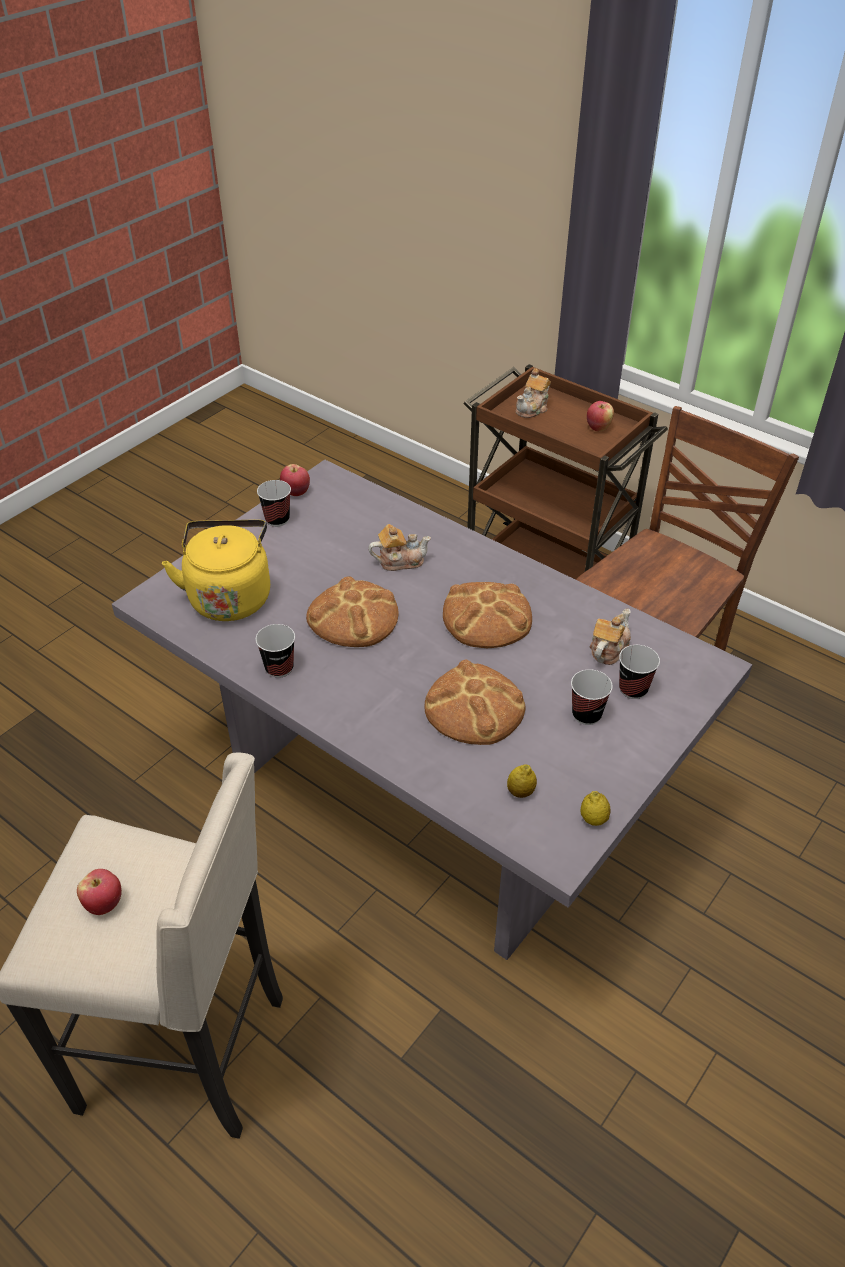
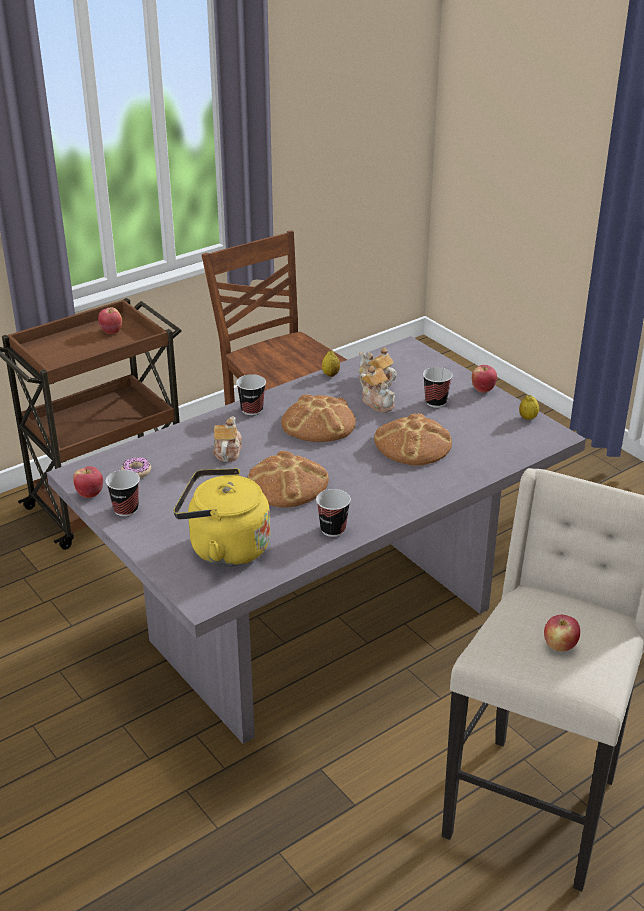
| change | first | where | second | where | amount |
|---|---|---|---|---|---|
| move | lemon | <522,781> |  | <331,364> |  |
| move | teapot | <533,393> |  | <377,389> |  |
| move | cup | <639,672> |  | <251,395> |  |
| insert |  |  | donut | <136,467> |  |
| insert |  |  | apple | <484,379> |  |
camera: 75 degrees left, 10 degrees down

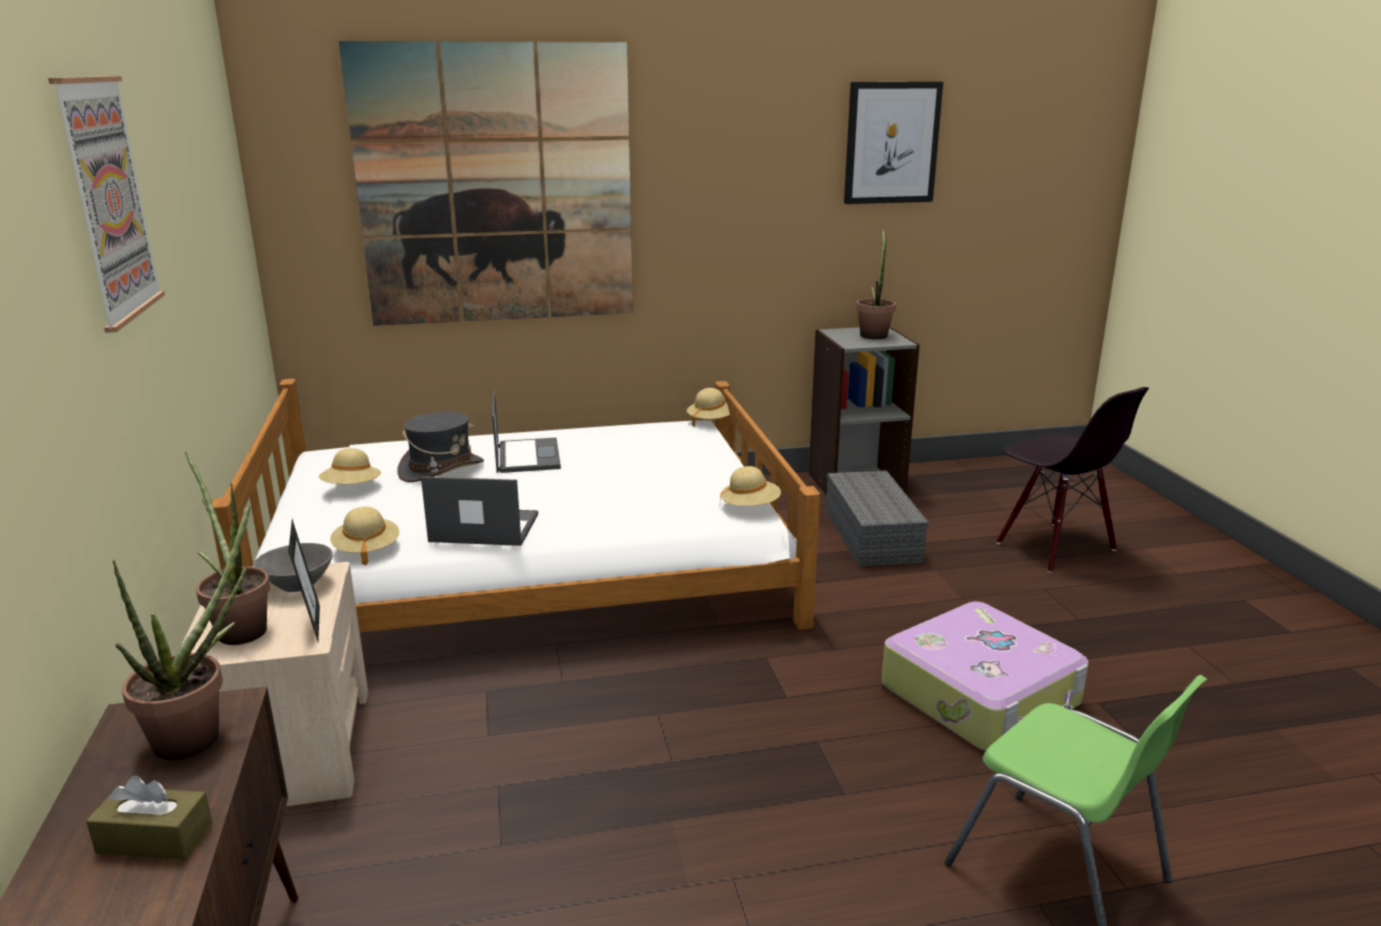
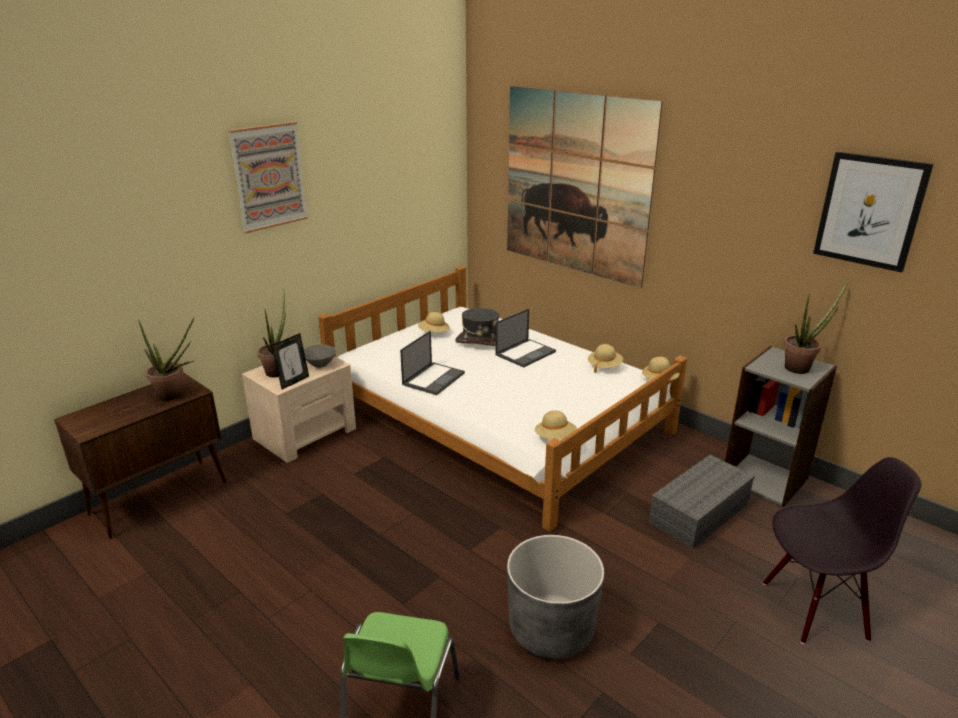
| change | first | where | second | where | amount |
|---|---|---|---|---|---|
| delete | brown tissue box | <149,817> |  |  |  |
| move | beige hat | <364,536> |  | <605,358> |  |
| rotate | laptop | <479,511> |  | <432,362> | 60 degrees clockwise |
| replace | suitcase | <985,676> | grey planter | <555,597> |  |
| rotate | black chair | <1072,480> |  | <842,550> | 120 degrees counterclockwise |
camera: 55 degrees right, 5 degrees up

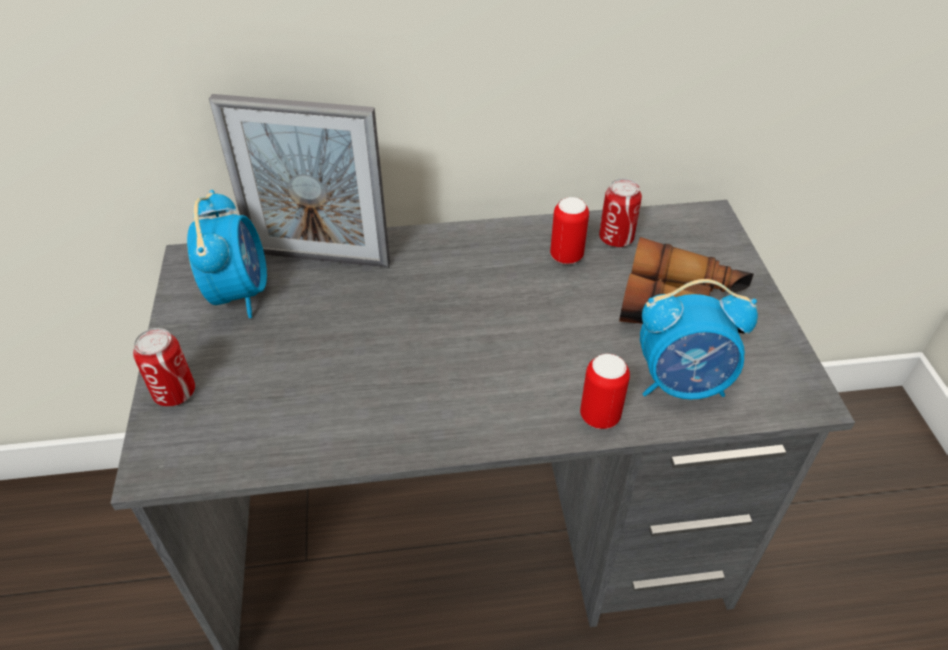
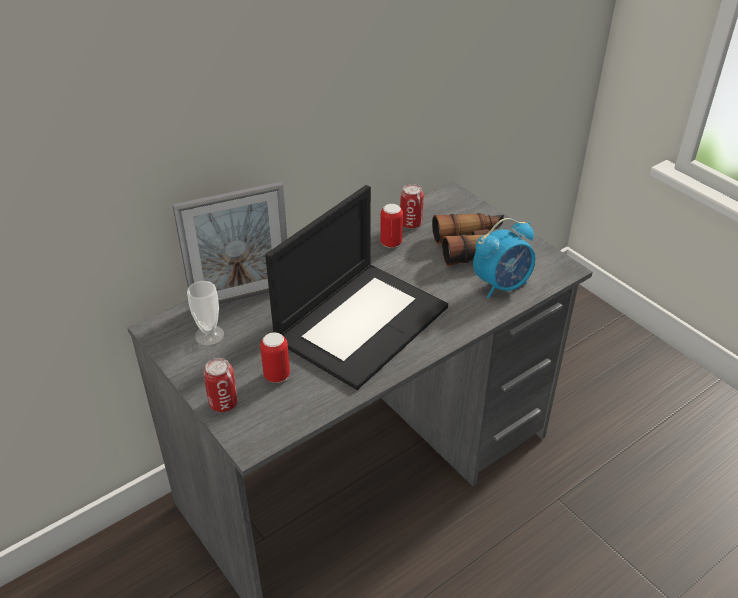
| change | first | where | second | where | amount |
|---|---|---|---|---|---|
| replace | alarm clock | <227,254> | cup | <205,313> |  |
| move | can | <605,392> |  | <275,357> |  |
| insert |  |  | laptop | <356,287> |  |
camera: 30 degrees left, 5 degrees down

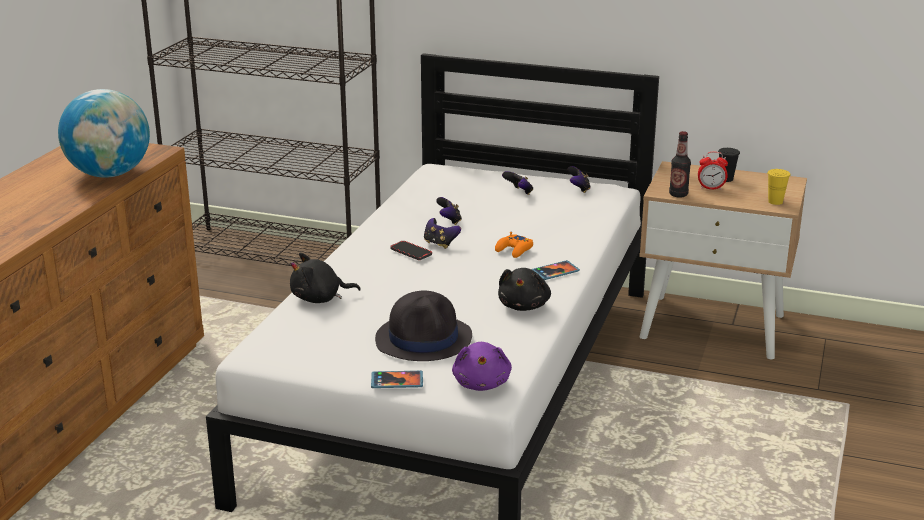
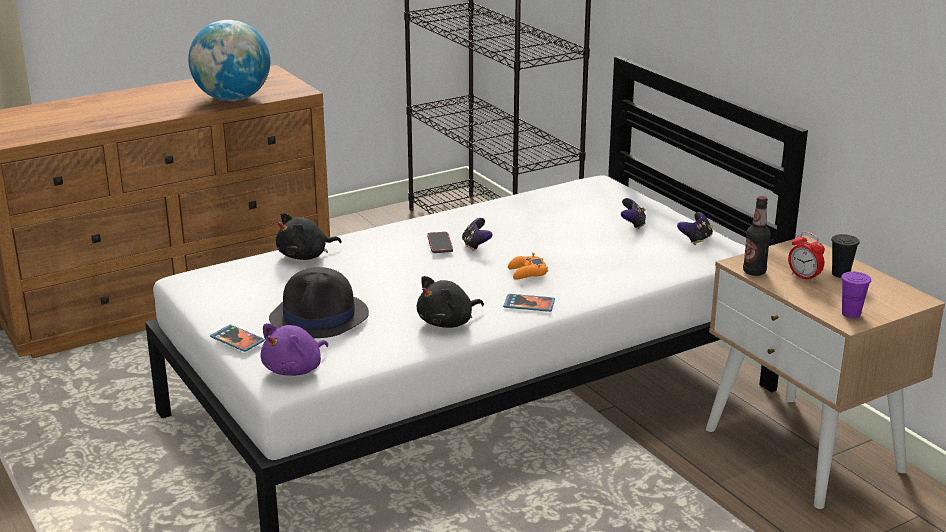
| change | first | where | second | where | amount |
|---|---|---|---|---|---|
| rotate | black plush toy | <325,278> |  | <309,236> | 60 degrees counterclockwise |
| delete | game controller | <449,211> |  |  |  |
| recolor | yellow cup | <778,187> | purple cup | <856,295> |  |
camera: 40 degrees right, 0 degrees up

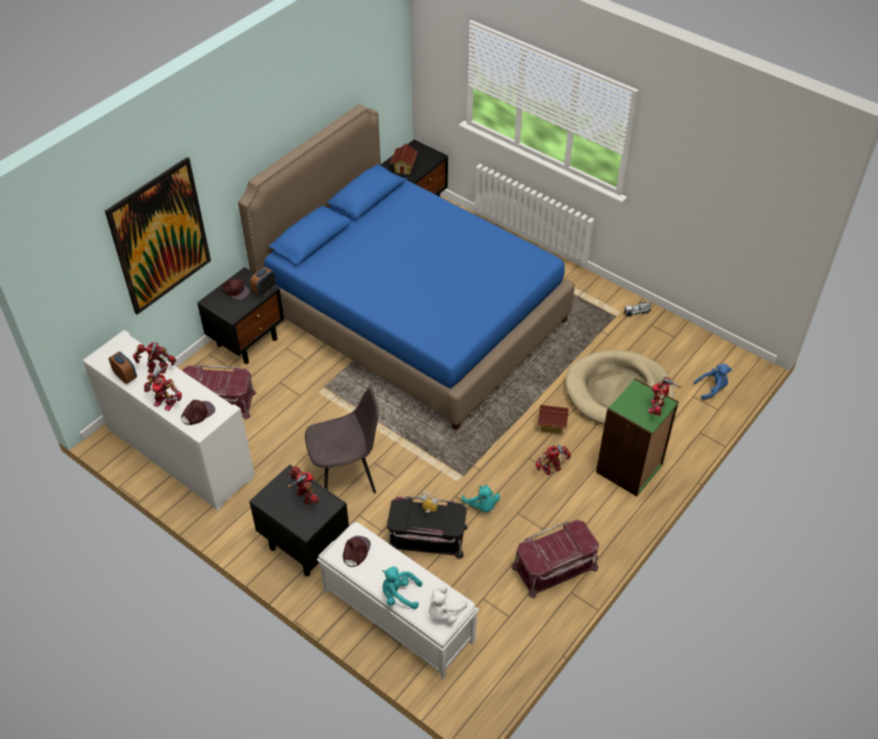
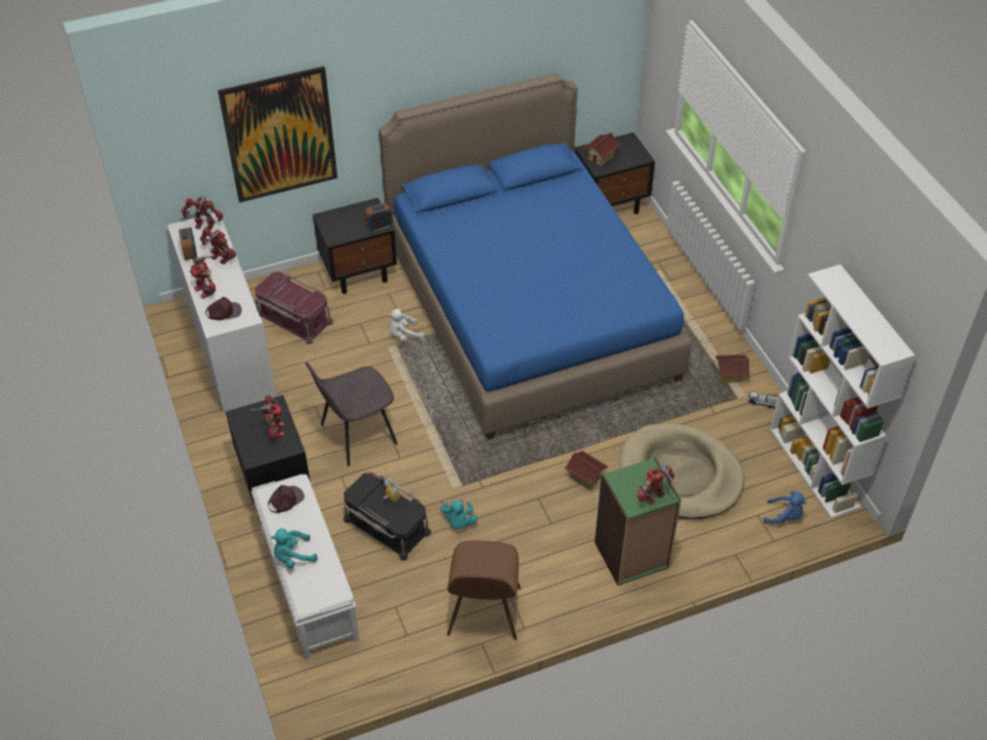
| change | first | where | second | where | amount |
|---|---|---|---|---|---|
| delete | brown cap | <236,289> |  |  |  |
| rotate | grey chair | <342,440> |  | <351,414> | 135 degrees clockwise |
| rotate | turquoise plush toy | <402,588> |  | <294,548> | 60 degrees counterclockwise |
| move | white plush toy | <448,605> |  | <406,325> |  |
| replace | red storage box | <555,559> | brown chair | <484,590> |  |
| move | toy robot | <553,459> |  | <202,213> |  |
| insert |  |  | toy house | <732,369> |  |
| insert |  |  | white bookcase | <842,391> |  |
camera: 30 degrees right, 0 degrees up

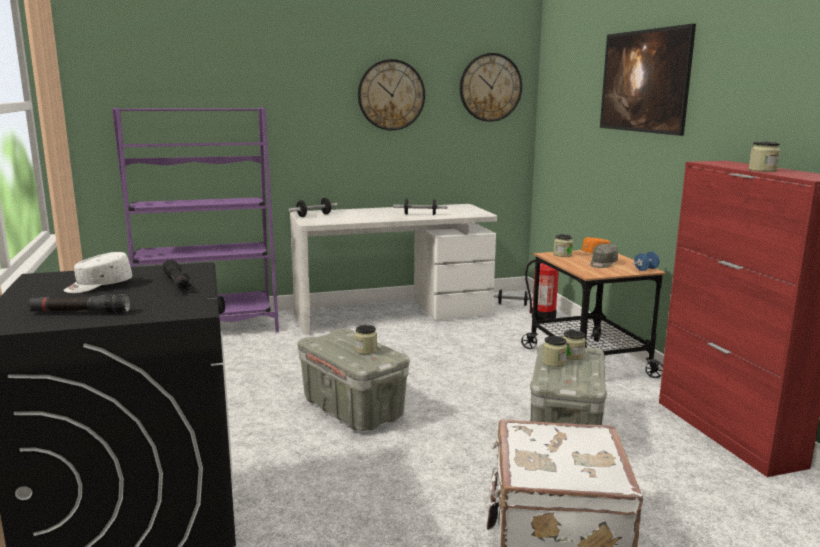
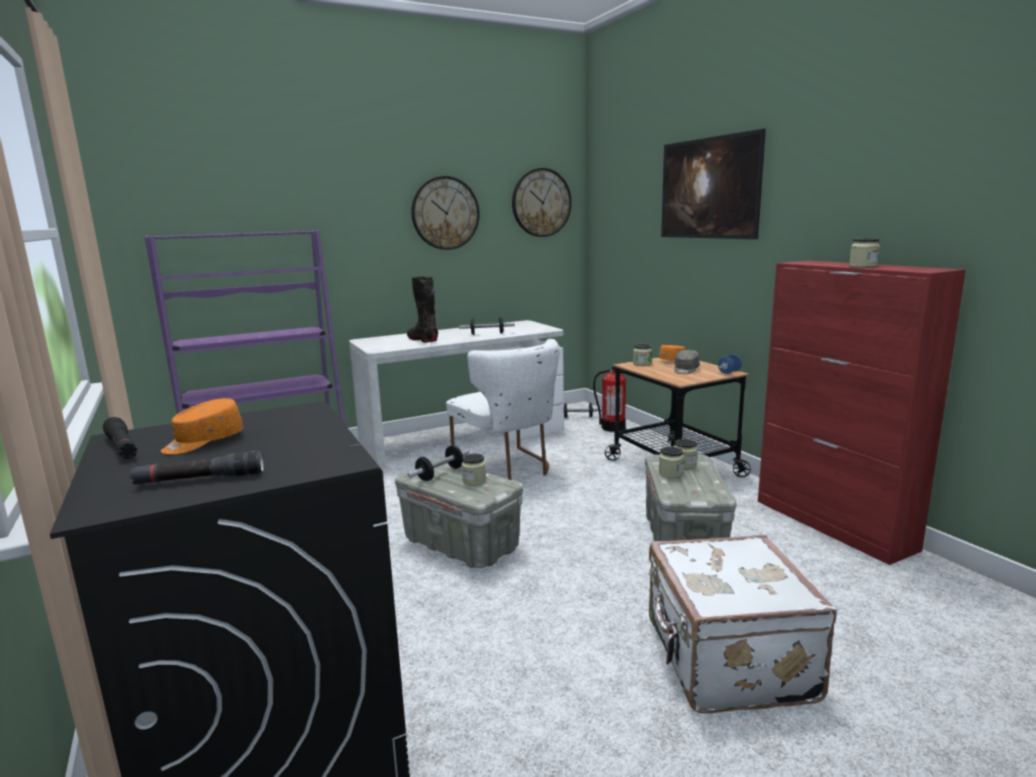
| change | first | where | second | where | amount |
|---|---|---|---|---|---|
| recolor | white cap | <97,272> | orange cap | <201,426> |  |
| move | black flashlight | <176,276> |  | <120,438> |  |
| move | dumbbell | <313,207> |  | <438,463> |  |
| insert |  |  | black boot | <422,309> |  |
| insert |  |  | white chair | <503,409> |  |
camera: 10 degrees left, 0 degrees up

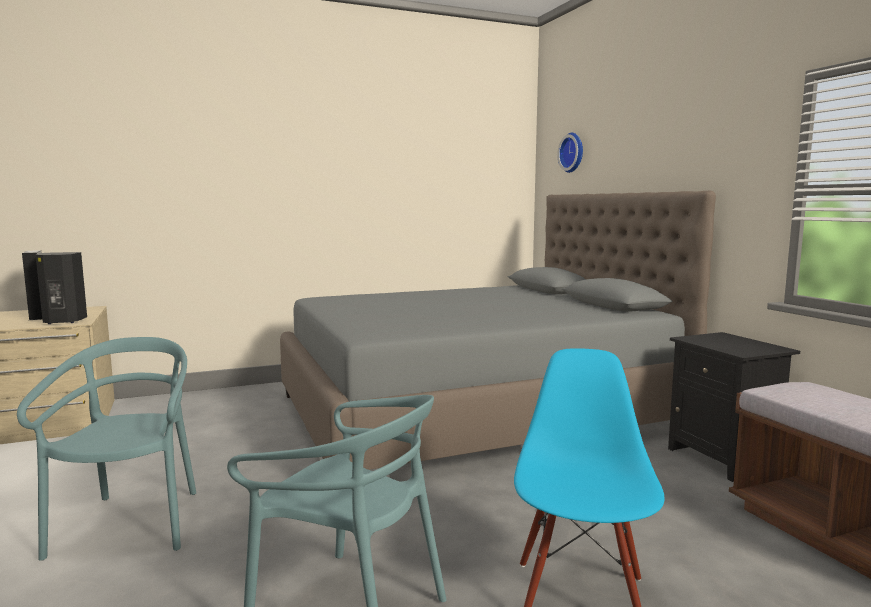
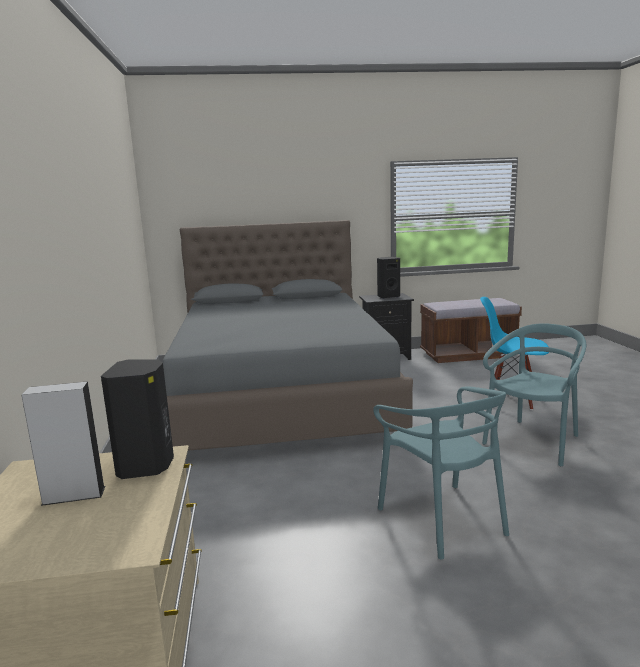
| change | first | where | second | where | amount |
|---|---|---|---|---|---|
| rotate | turquoise chair | <106,449> |  | <441,472> | 120 degrees counterclockwise |
| delete | wall clock | <570,153> |  |  |  |
| insert |  |  | black speaker | <388,278> |  |
camera: 75 degrees left, 5 degrees up

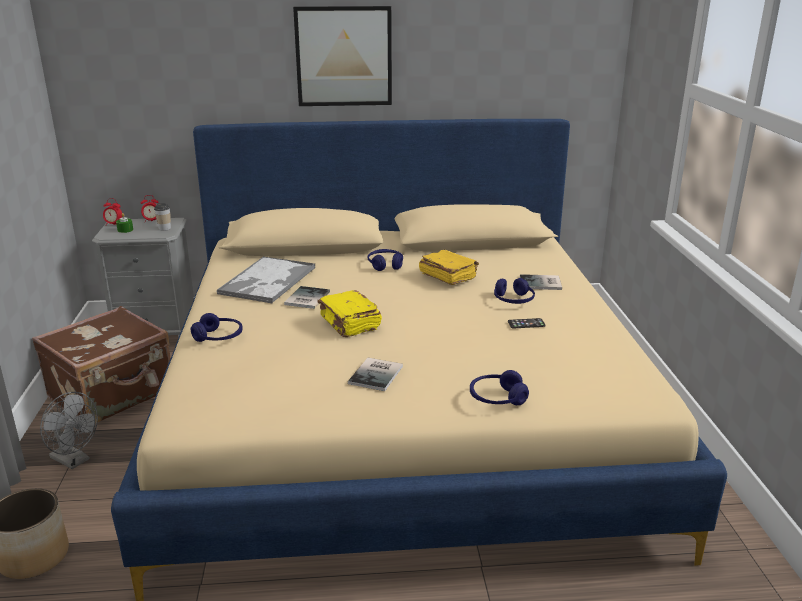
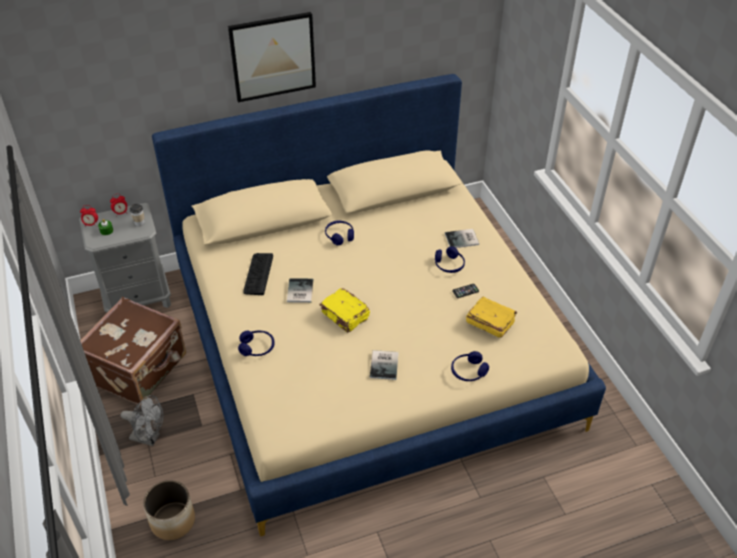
| change | first | where | second | where | amount |
|---|---|---|---|---|---|
| replace | tray | <266,280> | keyboard | <258,274> |  |
| move | yellow book | <449,267> |  | <491,317> |  |
camera: 15 degrees left, 20 degrees up

